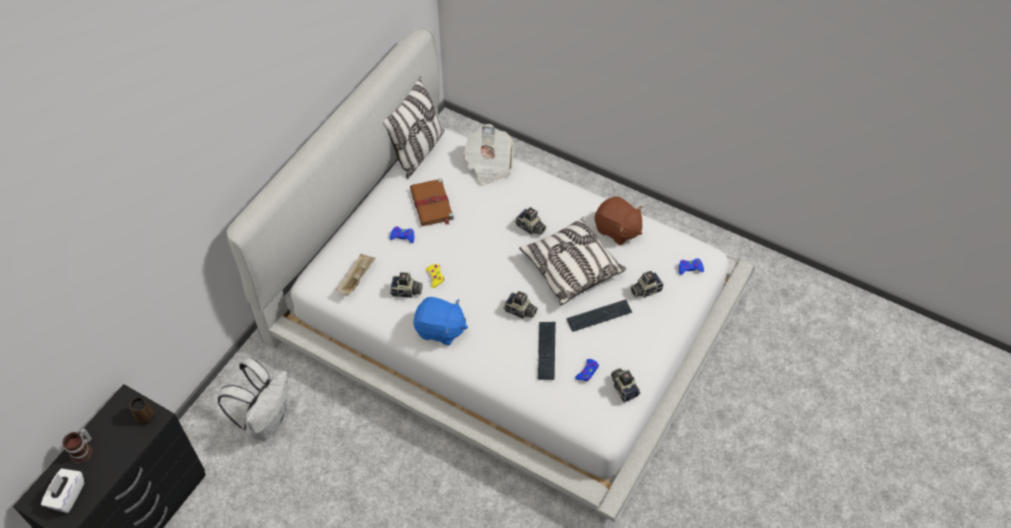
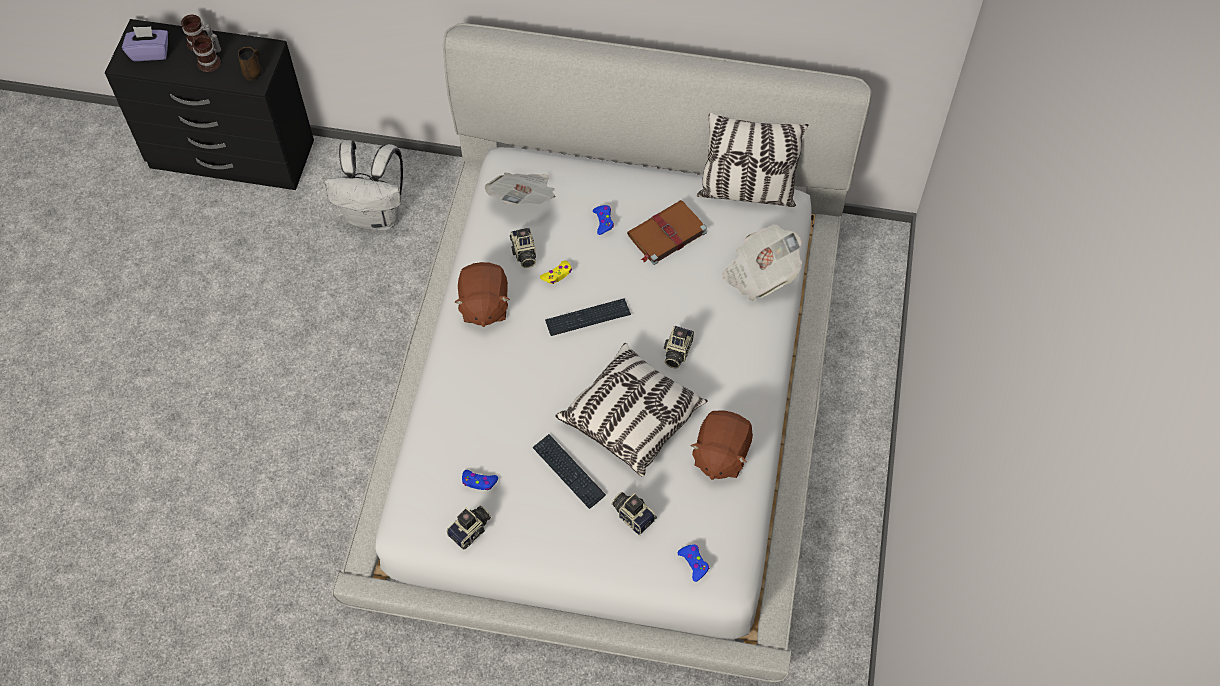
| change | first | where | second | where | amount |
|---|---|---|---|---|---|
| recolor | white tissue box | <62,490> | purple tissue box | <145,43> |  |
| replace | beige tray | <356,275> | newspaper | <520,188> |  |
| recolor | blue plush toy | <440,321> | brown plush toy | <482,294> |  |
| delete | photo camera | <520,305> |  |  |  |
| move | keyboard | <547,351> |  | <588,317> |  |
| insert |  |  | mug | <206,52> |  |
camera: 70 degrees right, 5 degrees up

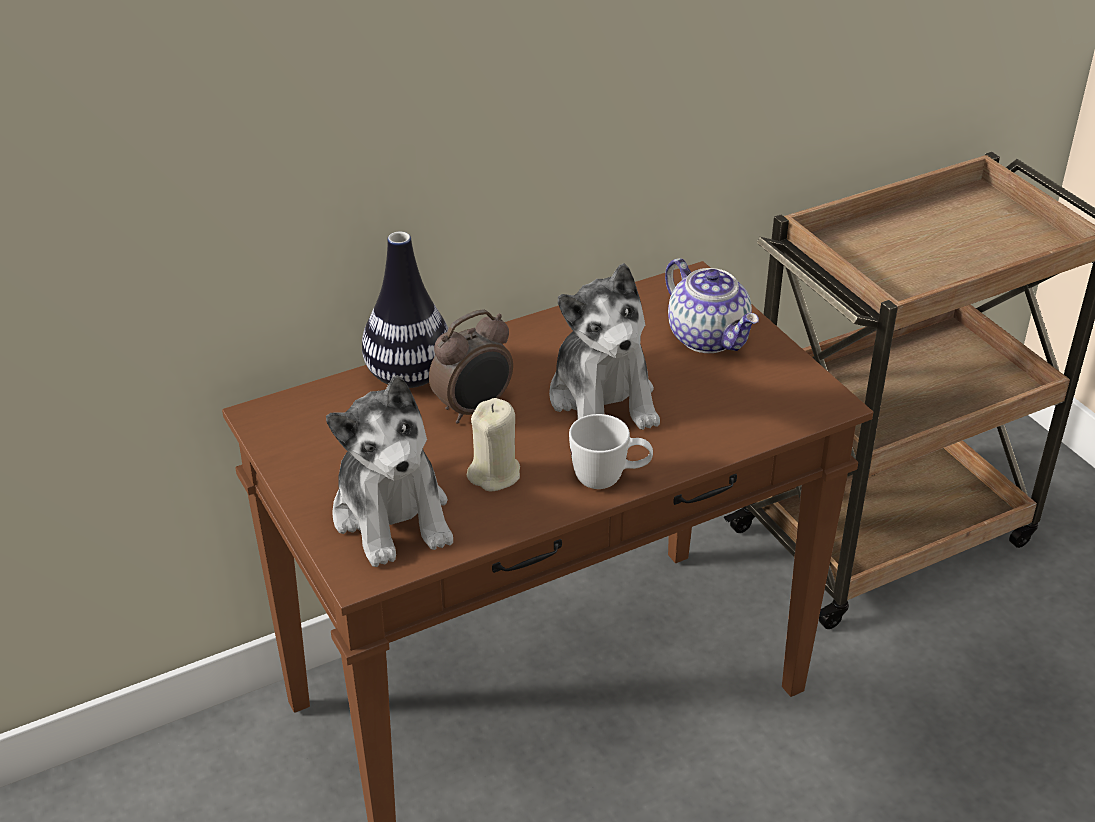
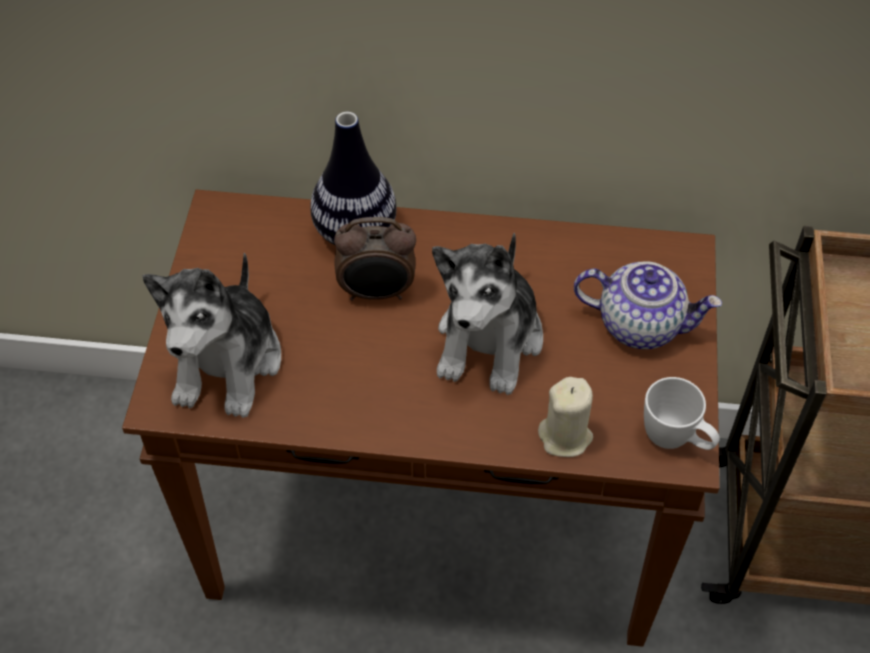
| change | first | where | second | where | amount |
|---|---|---|---|---|---|
| move | beige candle | <493,444> |  | <565,417> |  |
| move | white mug | <611,451> |  | <682,413> |  |
| rotate | teapot | <712,305> |  | <648,305> | 75 degrees counterclockwise |
camera: 35 degrees right, 15 degrees up

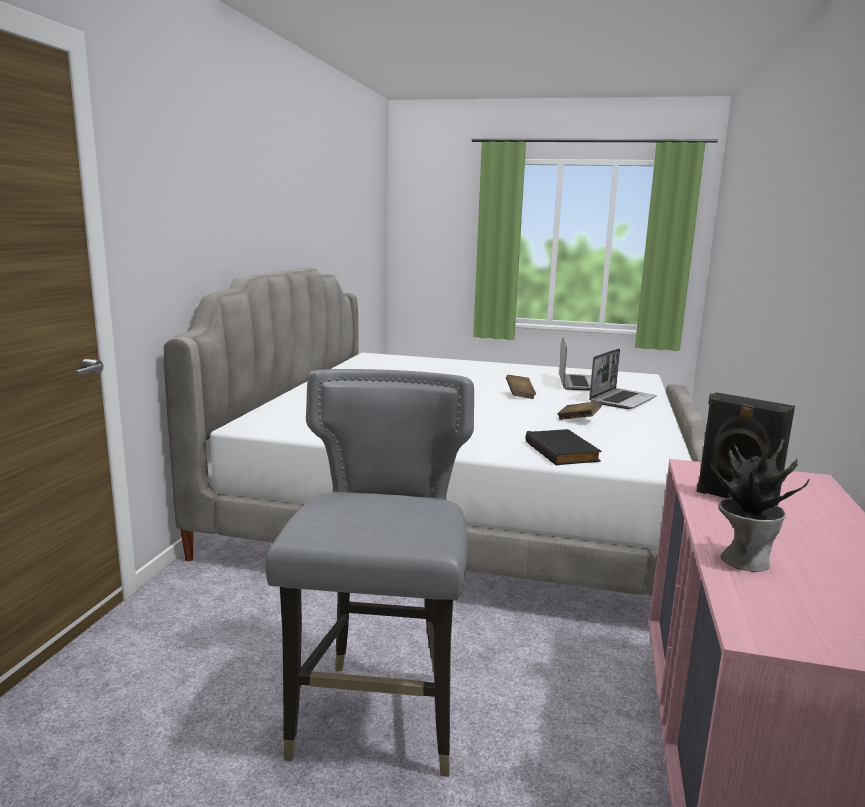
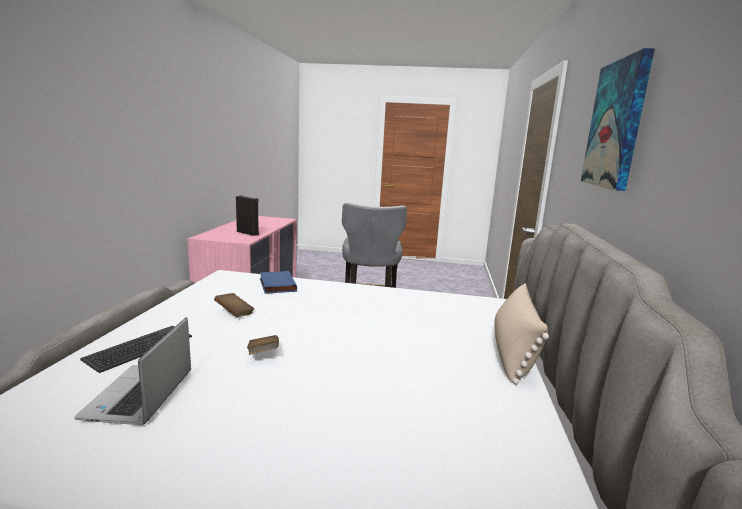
| change | first | where | second | where | amount |
|---|---|---|---|---|---|
| recolor | black book | <563,447> | blue book | <278,282> |  |
| replace | laptop | <623,379> | keyboard | <136,349> |  |
| delete | potted plant | <760,505> |  |  |  |
| insert |  |  | beige pillow | <521,334> |  |
| insert |  |  | picture | <618,119> |  |
camera: 175 degrees right, 0 degrees up

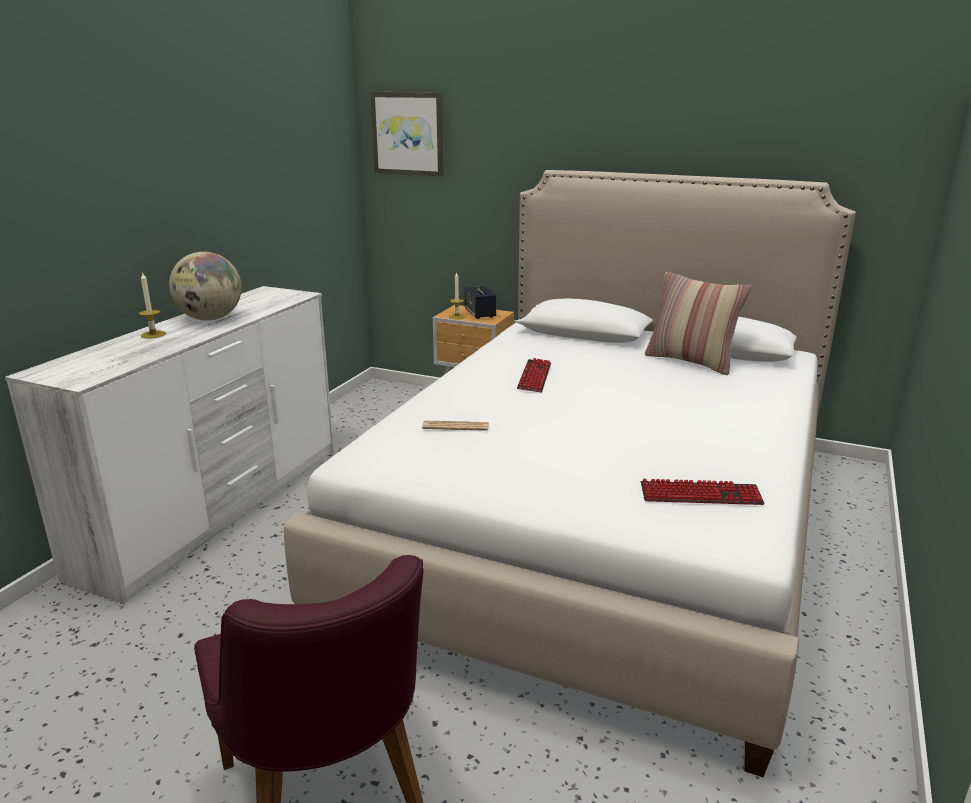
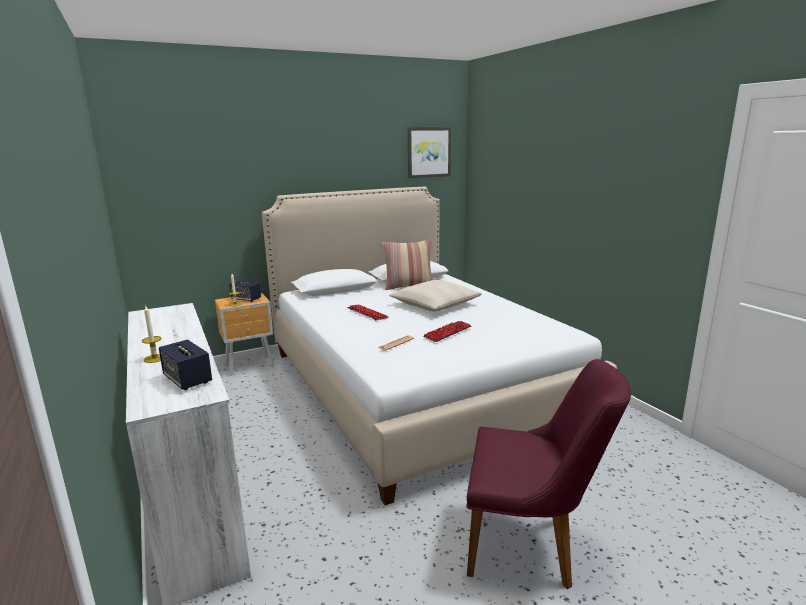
| change | first | where | second | where | amount |
|---|---|---|---|---|---|
| delete | globe | <205,286> |  |  |  |
| move | picture | <407,134> |  | <429,152> |  |
| move | keyboard | <703,492> |  | <447,331> |  |
| insert |  |  | speaker | <185,364> |  |
| insert |  |  | beige pillow | <435,295> |  |
camera: 50 degrees left, 5 degrees down

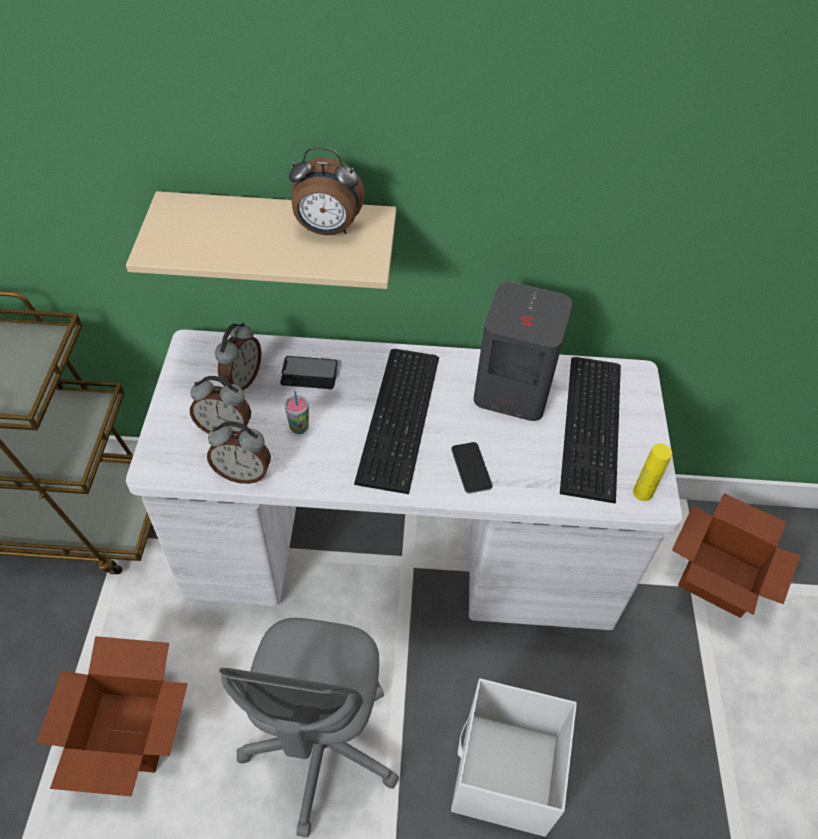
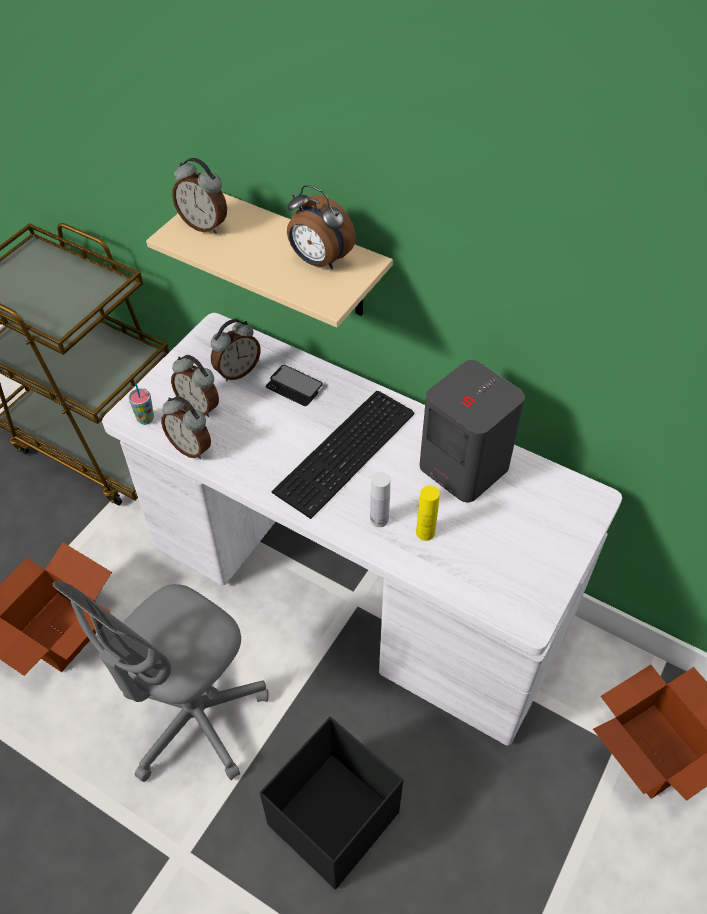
| change | first | where | second | where | amount |
|---|---|---|---|---|---|
| move | cup | <297,412> |  | <141,404> |  |
| replace | phone | <471,468> | white bottle | <380,499> |  |
| recolor | white storage box | <514,757> | black storage box | <331,803> |  |
| delete | keyboard | <590,430> |  |  |  |
| move | yellow bottle | <652,472> |  | <428,513> |  |
| insert |  |  | alarm clock | <199,196> |  |
camera: 30 degrees right, 0 degrees up

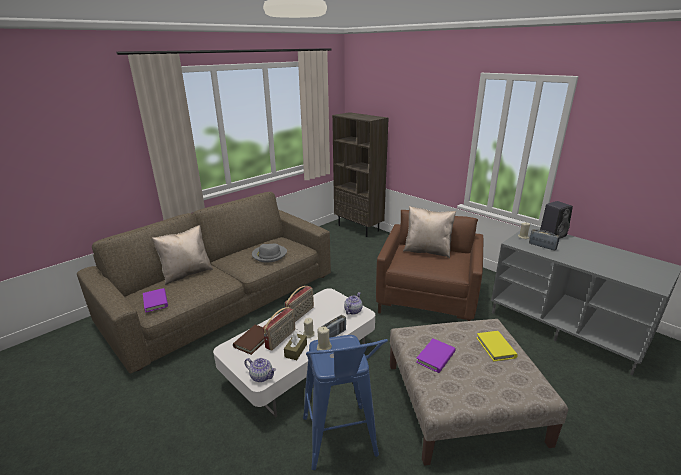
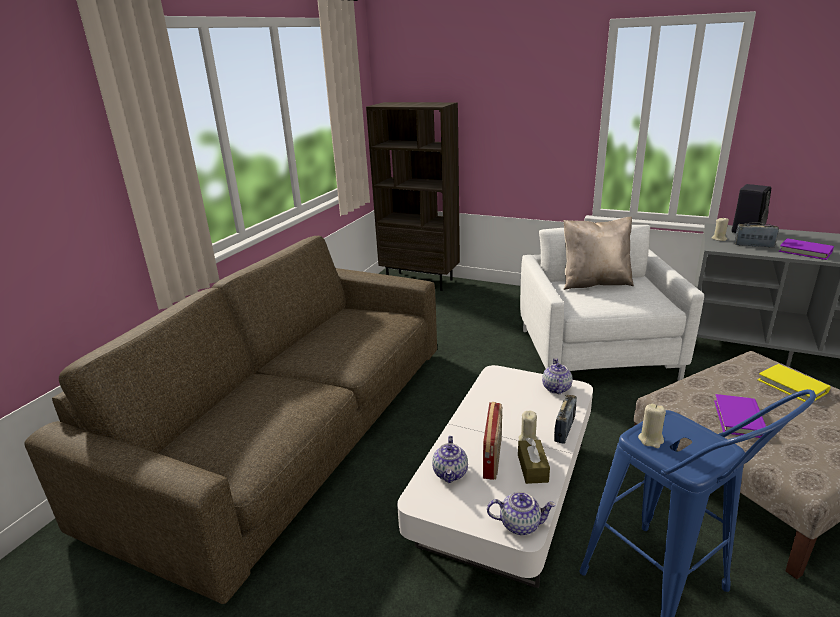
| change | first | where | second | where | amount |
|---|---|---|---|---|---|
| move | purple book | <155,300> |  | <806,249> |  |
| delete | beige pillow | <182,255> |  |  |  |
| replace | brown book | <249,340> | teapot | <450,459> |  |
| delete | grey hat | <269,253> |  |  |  |
| delete | radio | <299,304> |  |  |  |
| recolor | brown armchair | <429,265> | white armchair | <612,303> |  |
camera: 20 degrees left, 0 degrees up

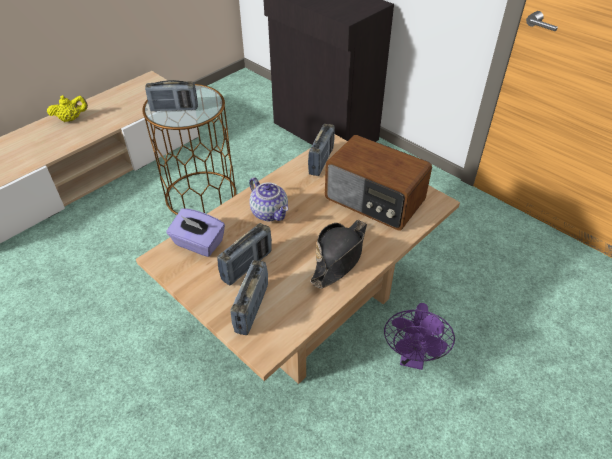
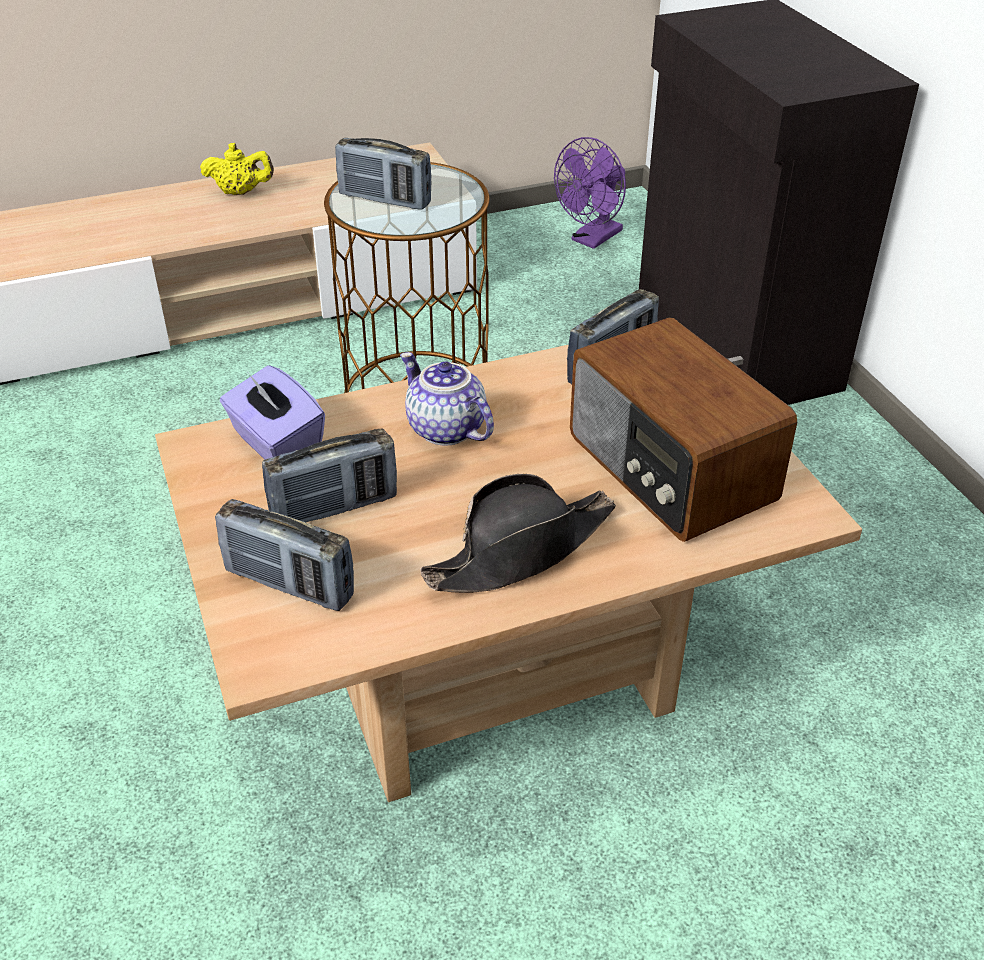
| change | first | where | second | where | amount |
|---|---|---|---|---|---|
| rotate | radio | <249,297> |  | <284,555> | 105 degrees counterclockwise |
| rotate | teapot | <268,199> |  | <447,398> | 150 degrees clockwise |
| move | purple fan | <419,336> |  | <590,193> |  |
camera: 25 degrees right, 5 degrees down

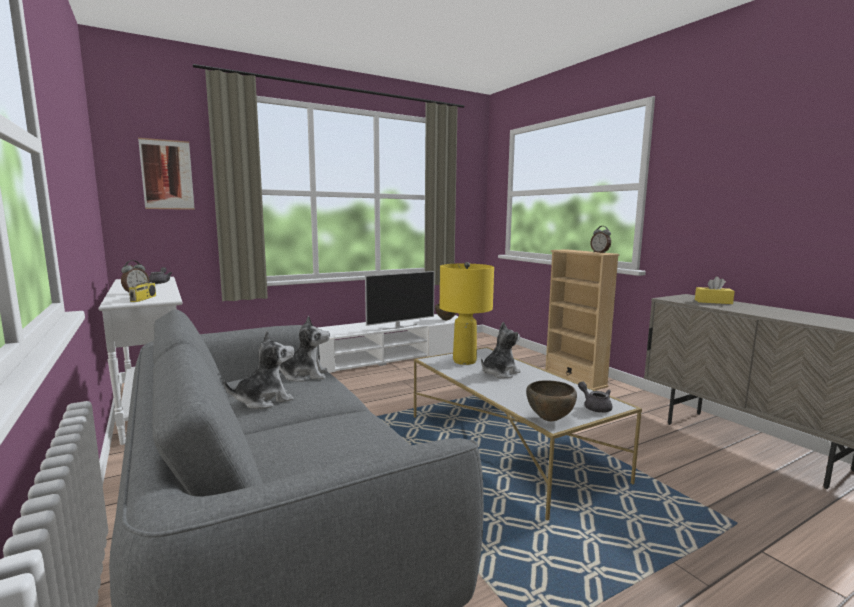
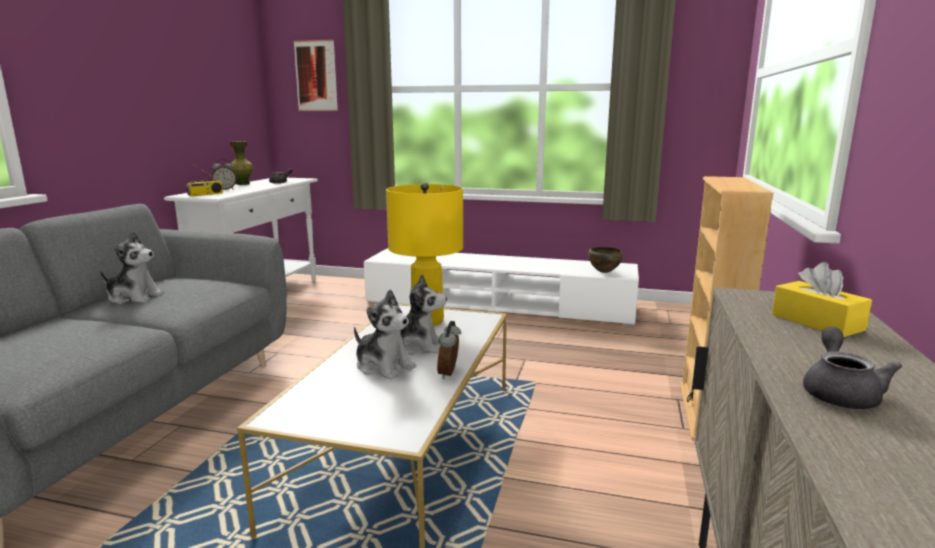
| change | first | where | second | where | amount |
|---|---|---|---|---|---|
| move | plush toy | <304,349> |  | <385,335> |  |
| delete | television | <400,300> |  |  |  |
| delete | brown bowl | <551,400> |  |  |  |
| move | grey teapot | <595,397> |  | <852,368> |  |
| move | alarm clock | <601,239> |  | <449,350> |  |
| insert |  |  | green vase | <241,163> |  |
camera: 45 degrees right, 5 degrees up

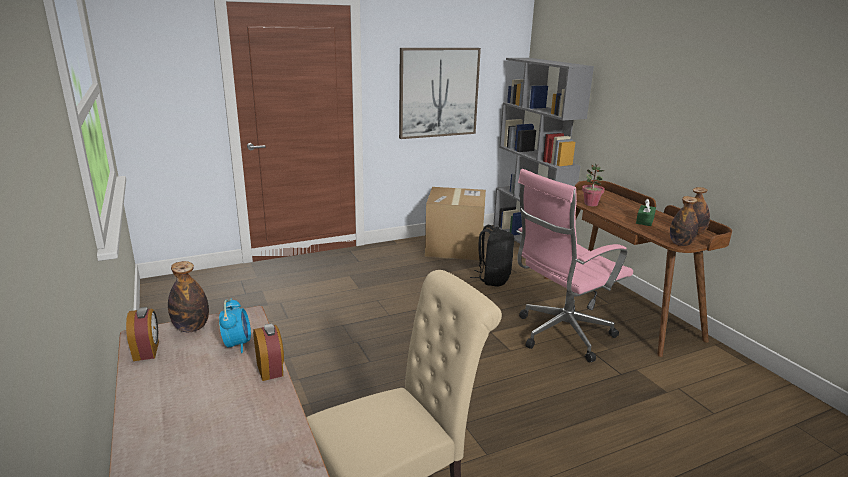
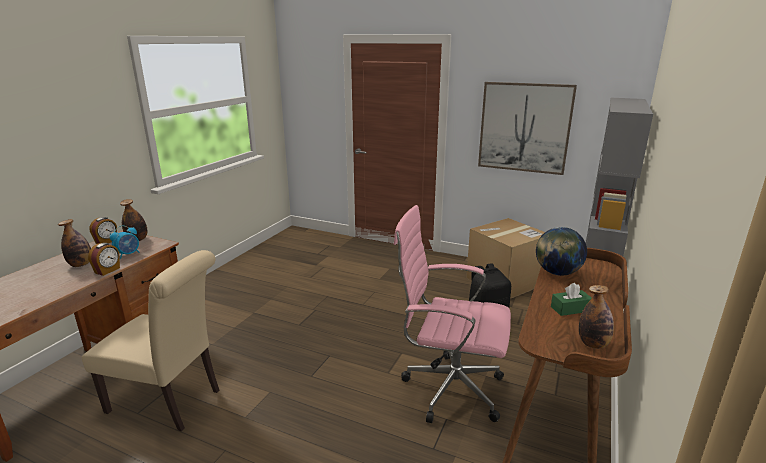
| change | first | where | second | where | amount |
|---|---|---|---|---|---|
| replace | potted plant | <593,184> | globe | <561,251> |  |
| move | bottle | <684,221> |  | <74,243> |  |
camera: 50 degrees right, 0 degrees up

